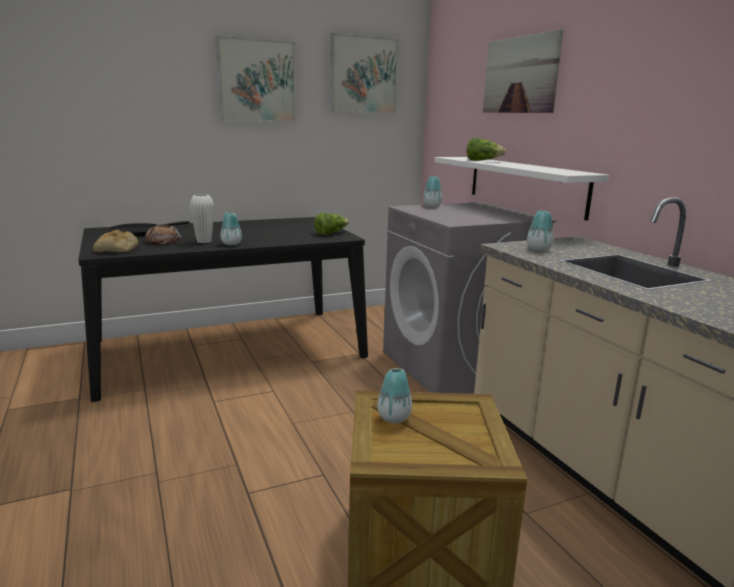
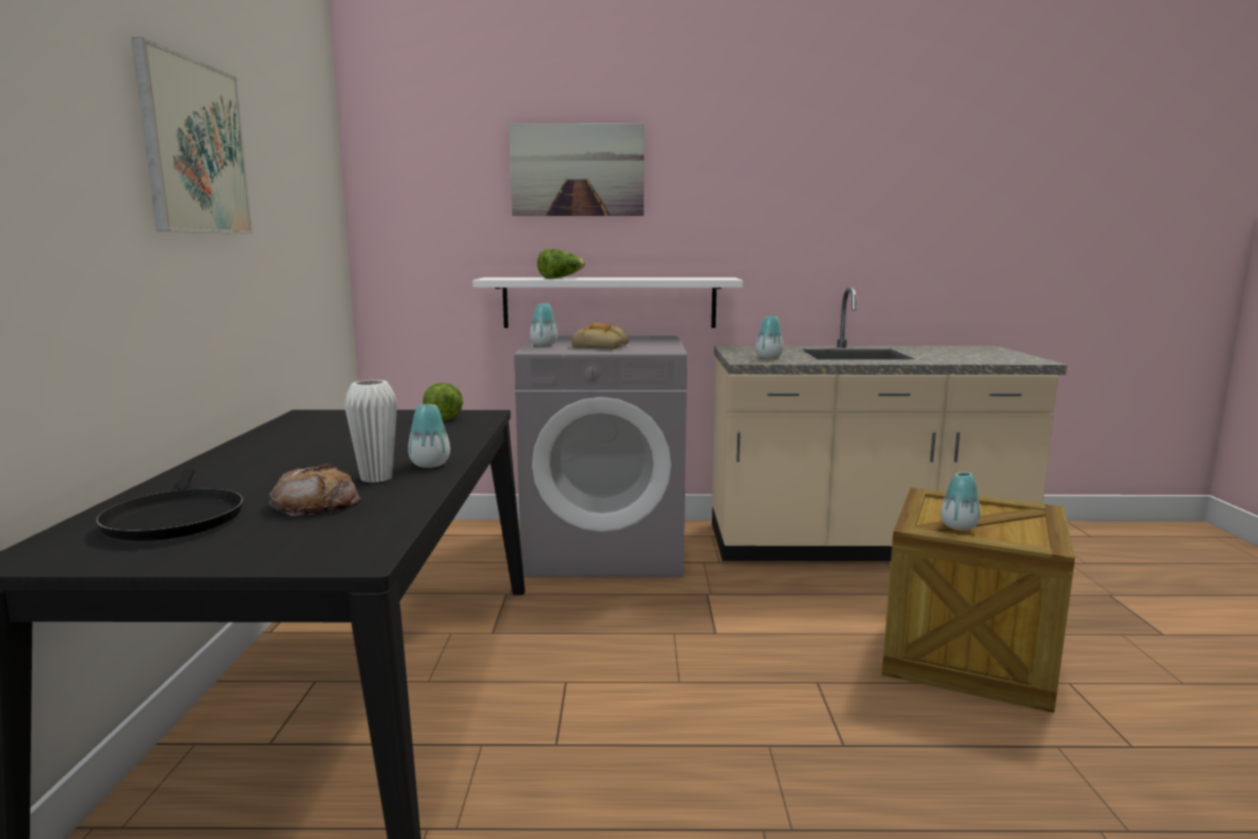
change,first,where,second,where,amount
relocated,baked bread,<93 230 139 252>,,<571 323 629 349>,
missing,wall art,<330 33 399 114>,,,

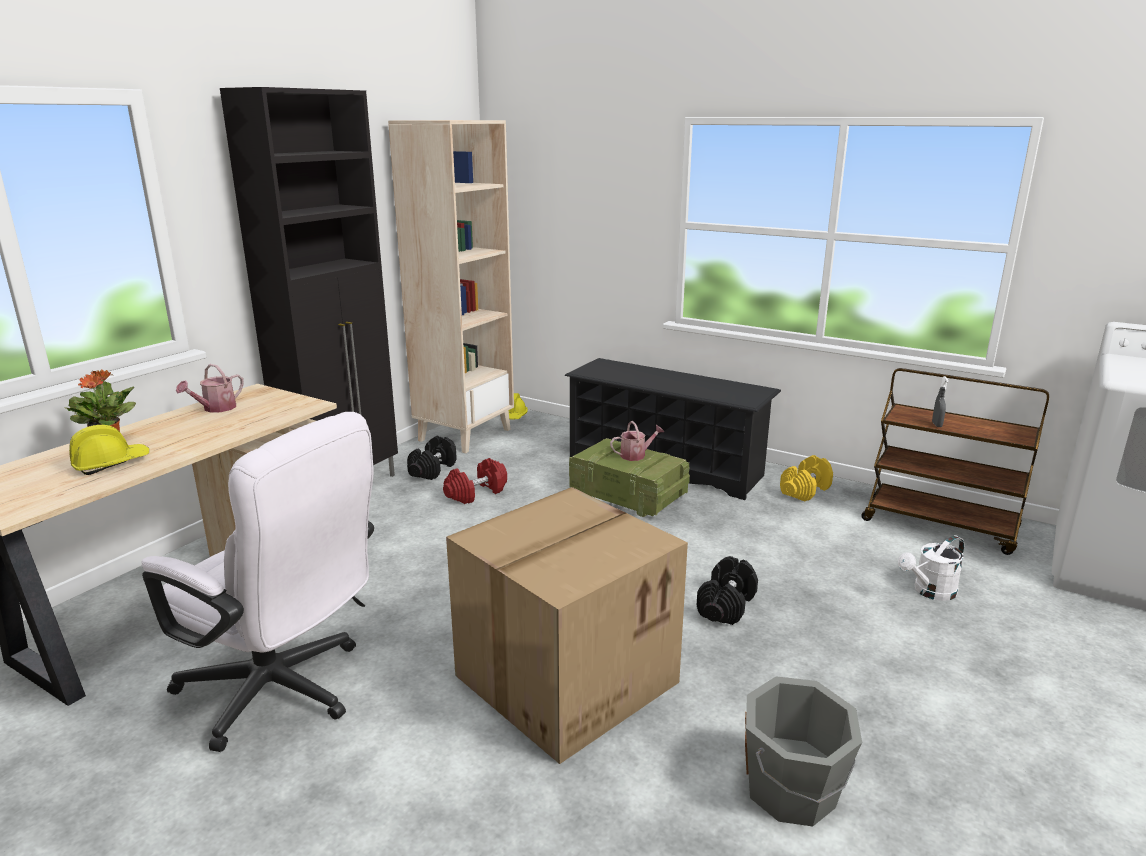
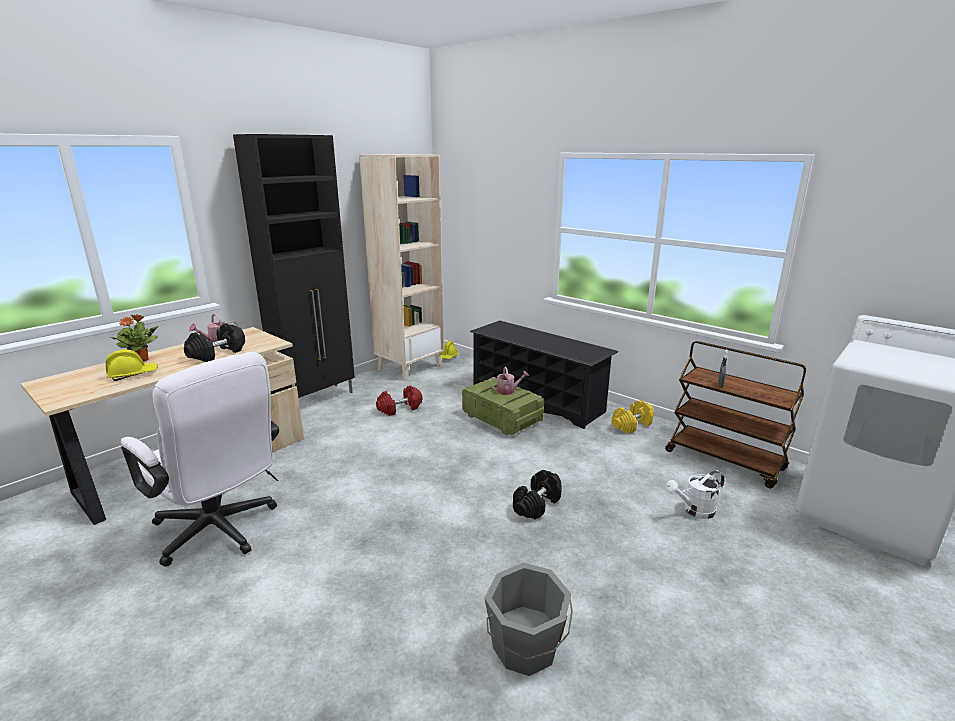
change,first,where,second,where,amount
relocated,blackish dumbbell,<407 436 457 480>,,<184 323 245 362>,
missing,carton,<446 487 688 764>,,,

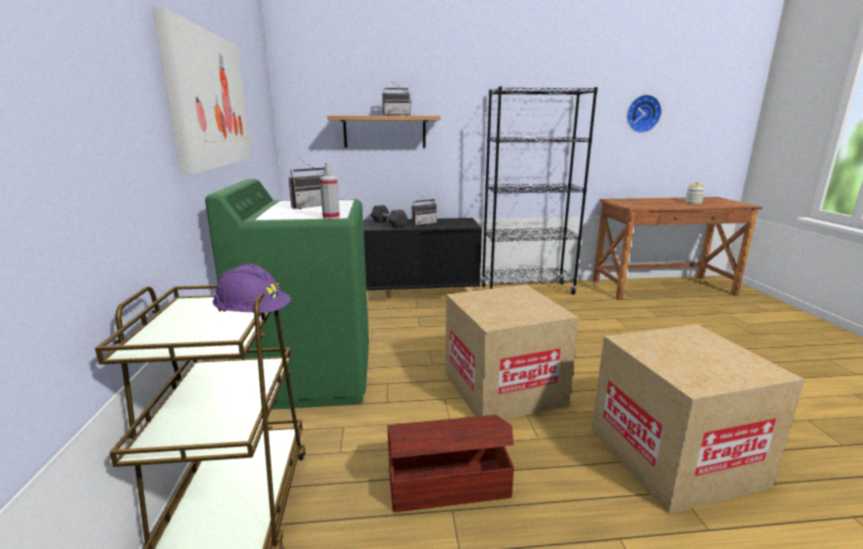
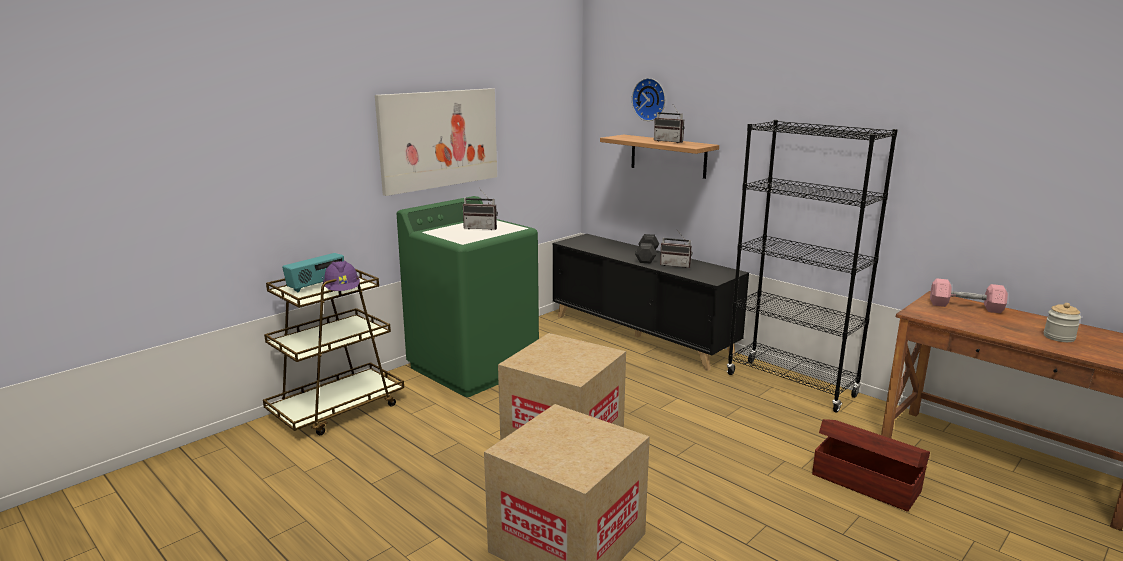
change,first,where,second,where,amount
appeared,,,radio,<282 253 344 292>,
relocated,clock on the wall,<627 95 661 133>,,<632 78 665 121>,
relocated,brown-coloured storage bin,<387 415 514 512>,,<812 419 930 512>,
appeared,,,pink dumbbell,<930 278 1008 313>,
missing,hand sprayer,<320 162 340 219>,,,

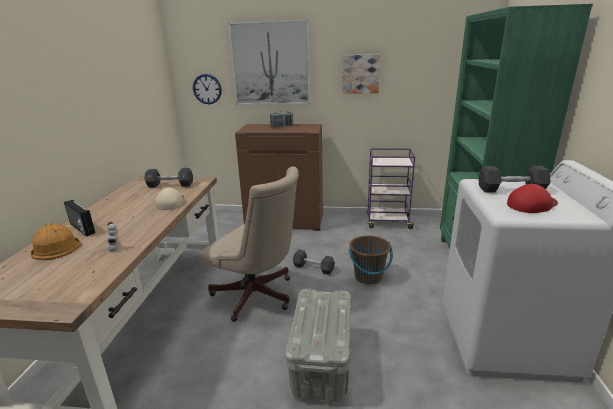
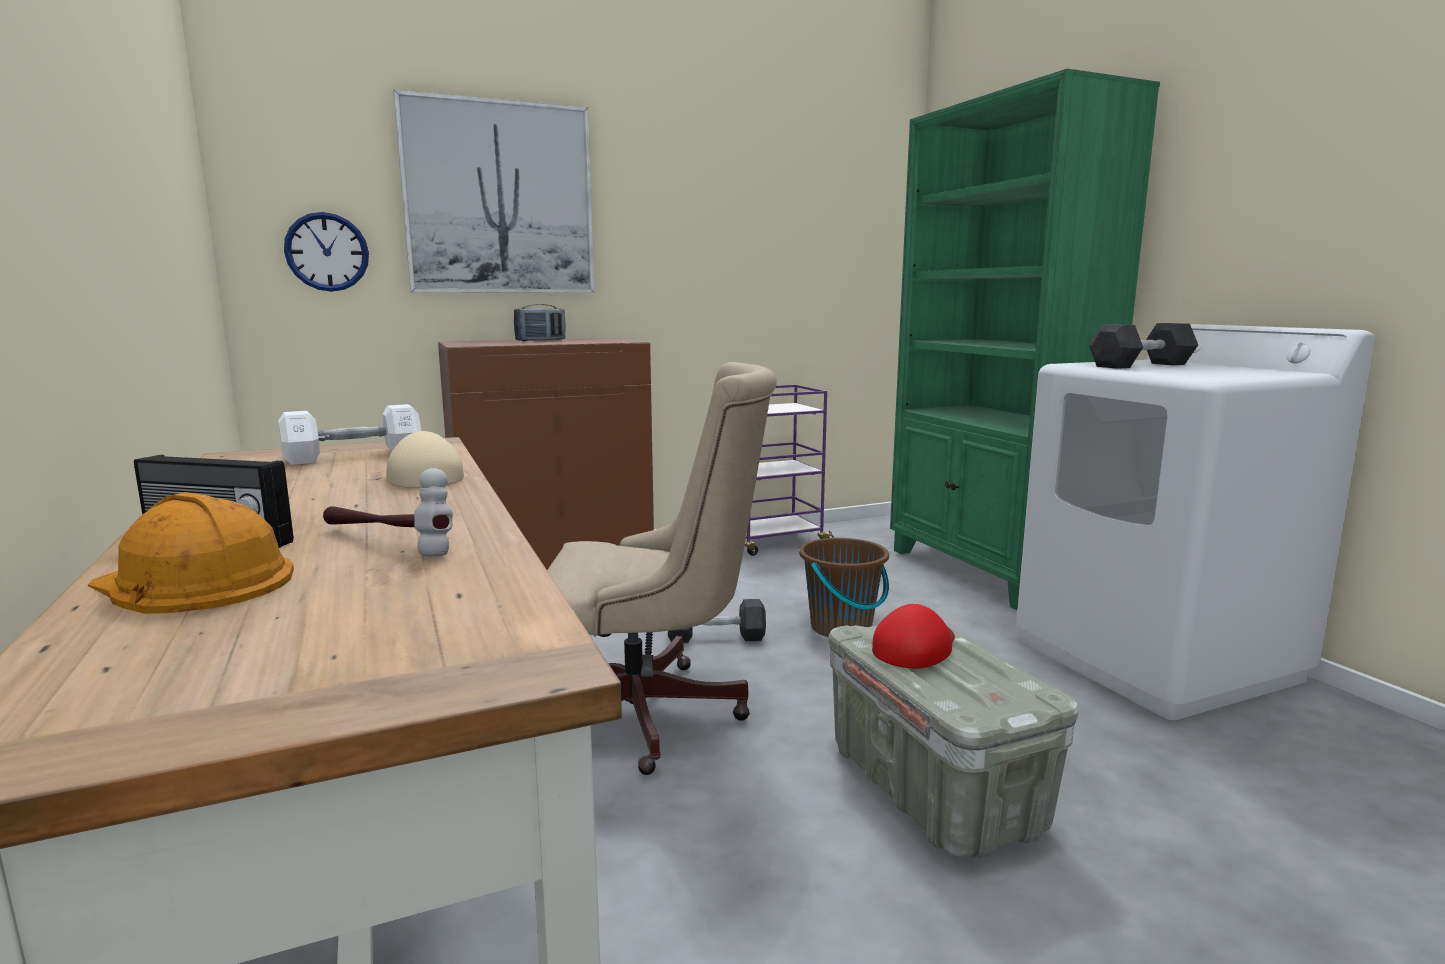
change,first,where,second,where,amount
colour,blackish dumbbell,<145 168 193 188>,white-coloured dumbbell,<278 404 422 465>,
relocated,red cap,<507 184 558 213>,,<872 604 955 668>,
missing,wall art,<342 54 380 94>,,,

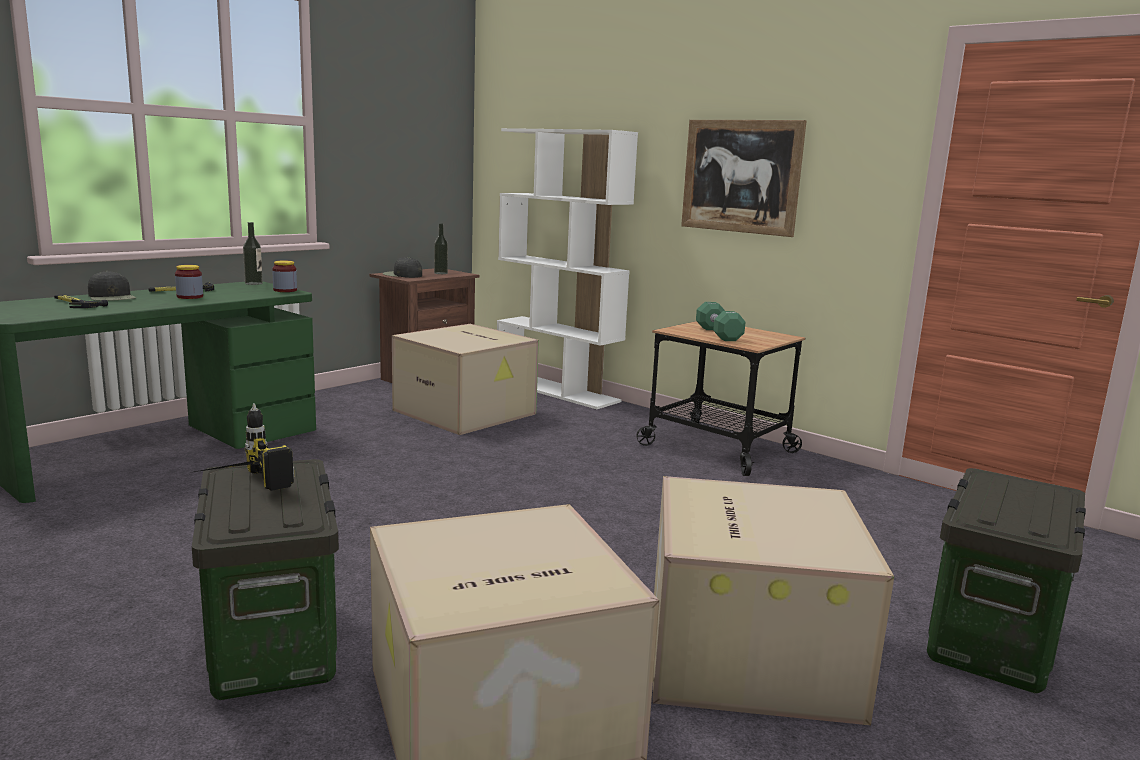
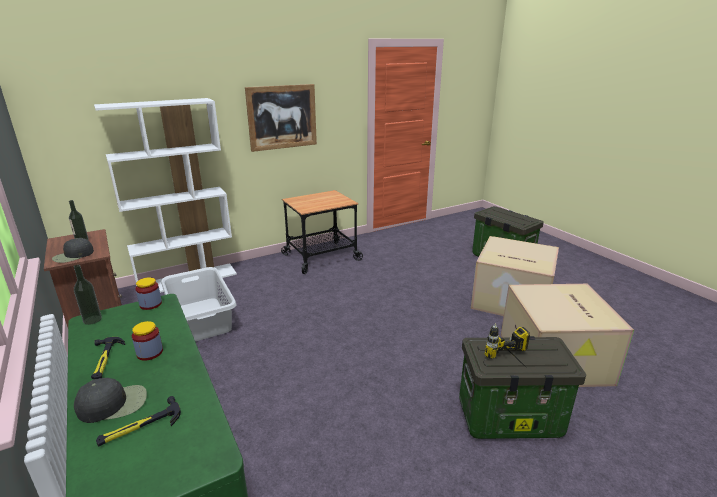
change,first,where,second,where,amount
exchanged,carton,<392 324 539 435>,gray washing basket,<161 267 236 342>,
missing,green-coloured dumbbell,<696 302 745 341>,,,

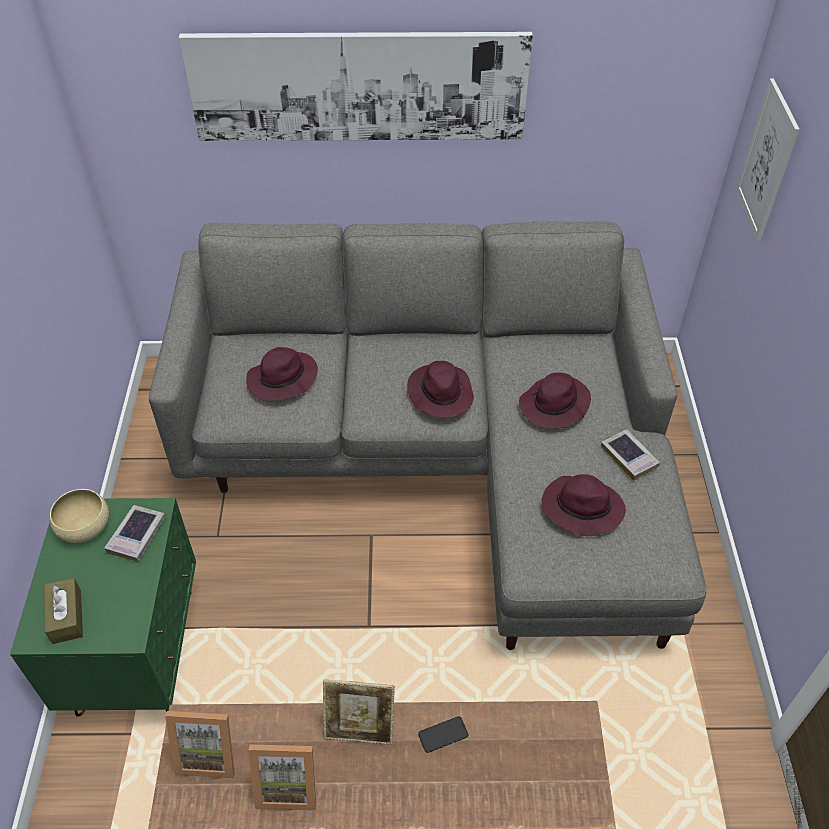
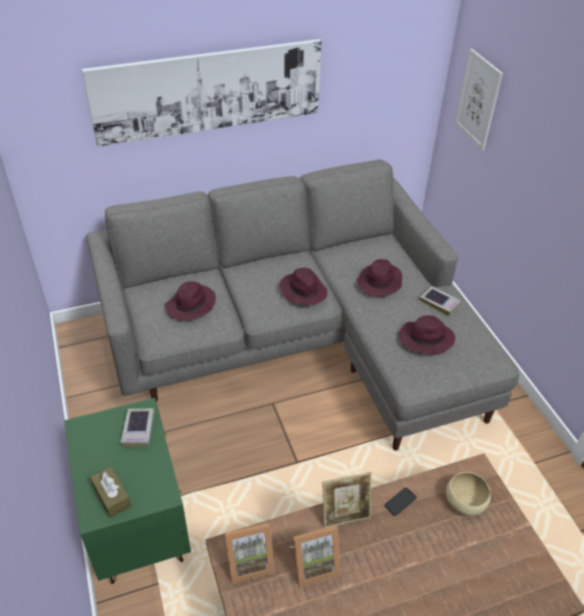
change,first,where,second,where,amount
relocated,beige-coloured bowl,<50 489 109 543>,,<446 472 491 516>,

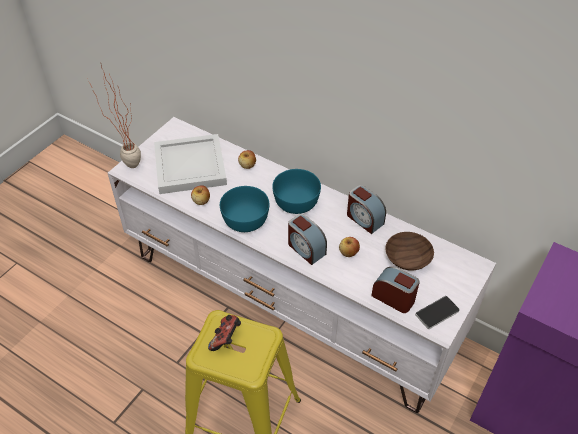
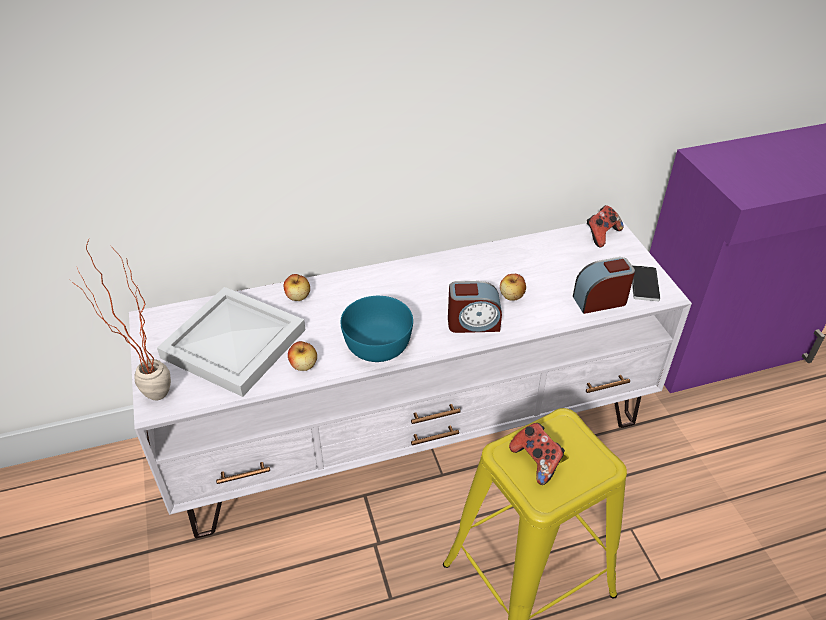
change,first,where,second,where,amount
appeared,,,gamepad,<587 205 624 247>,
missing,turquoise bowl,<272 169 321 214>,,,
missing,alarm clock,<347 185 386 234>,,,
missing,brown-coloured bowl,<385 232 434 270>,,,

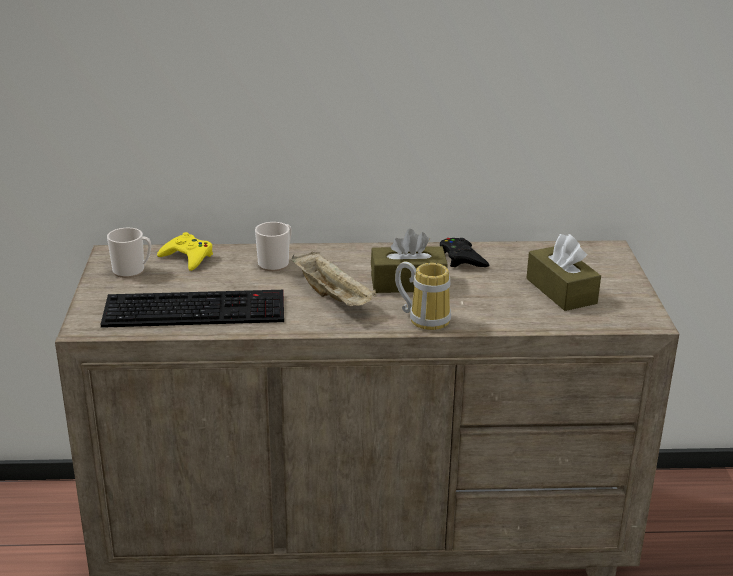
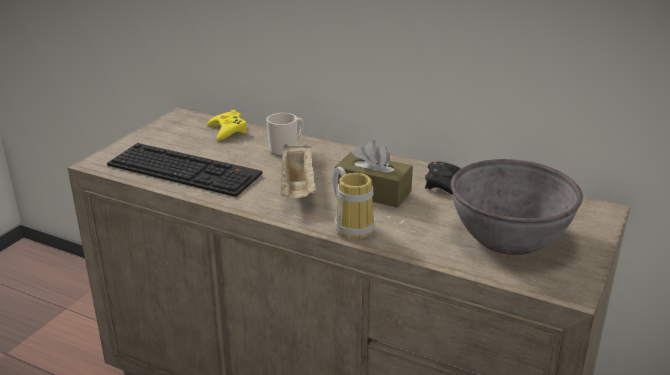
change,first,where,second,where,amount
exchanged,brown-coloured tissue holder,<526 234 601 311>,gray bowl,<451 159 583 255>,
missing,coffee mug,<107 228 151 278>,,,

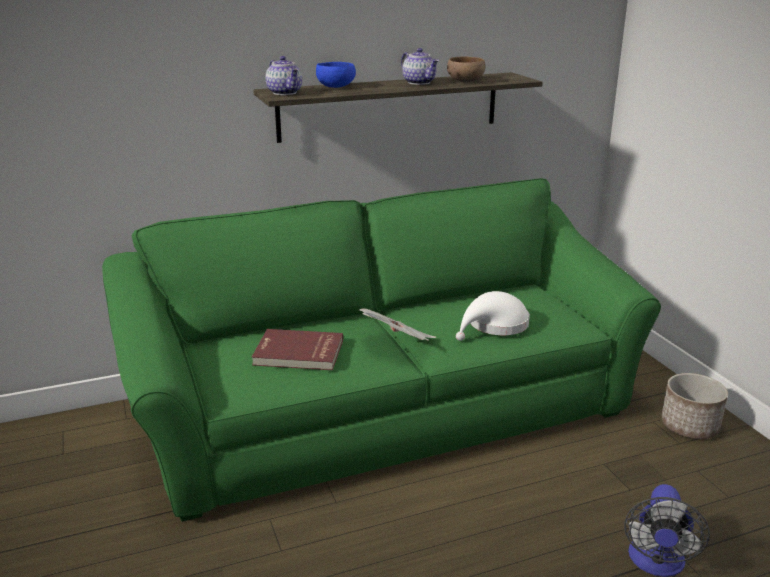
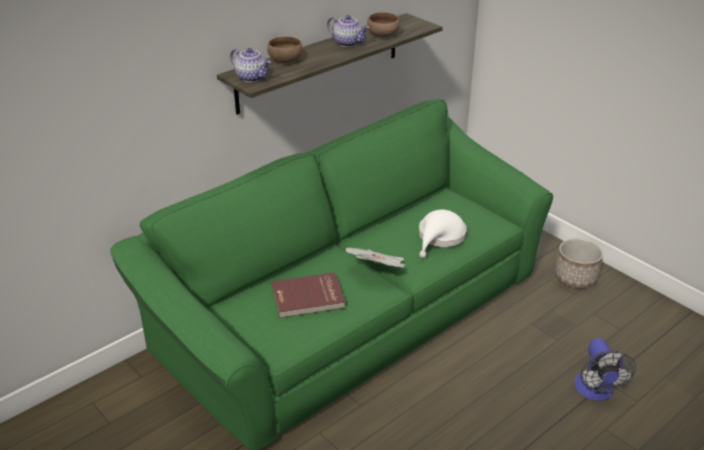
change,first,where,second,where,amount
colour,blue-coloured bowl,<316 62 356 88>,brown-coloured bowl,<267 36 303 63>,

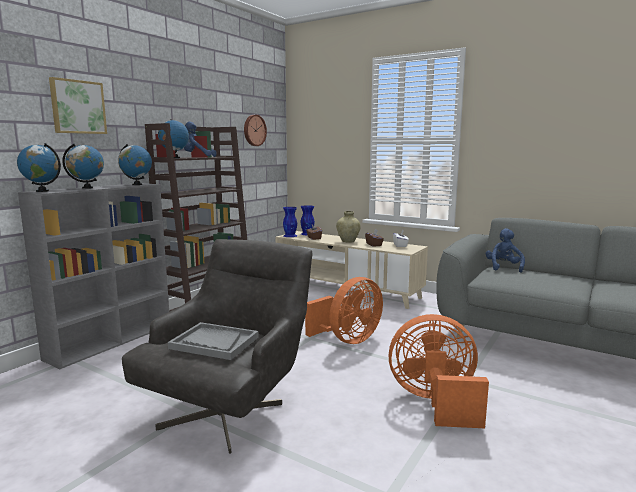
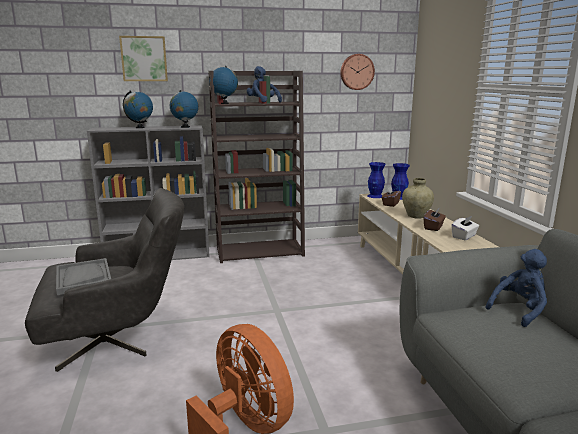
change,first,where,second,where,amount
missing,globe,<17 143 61 192>,,,
missing,orange-coloured fan,<305 277 383 344>,,,

